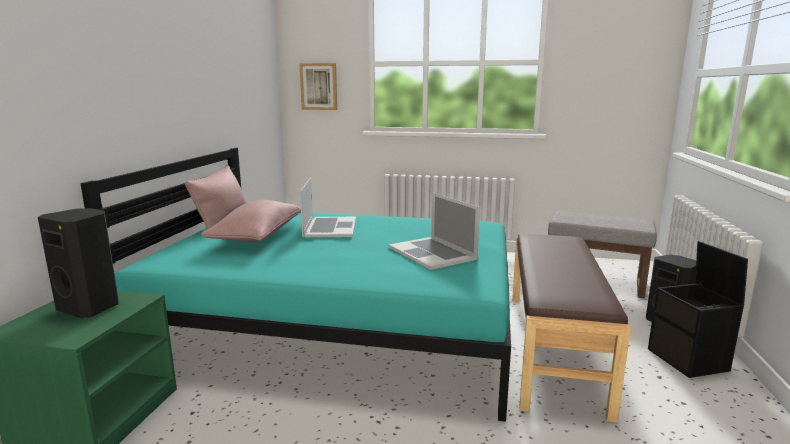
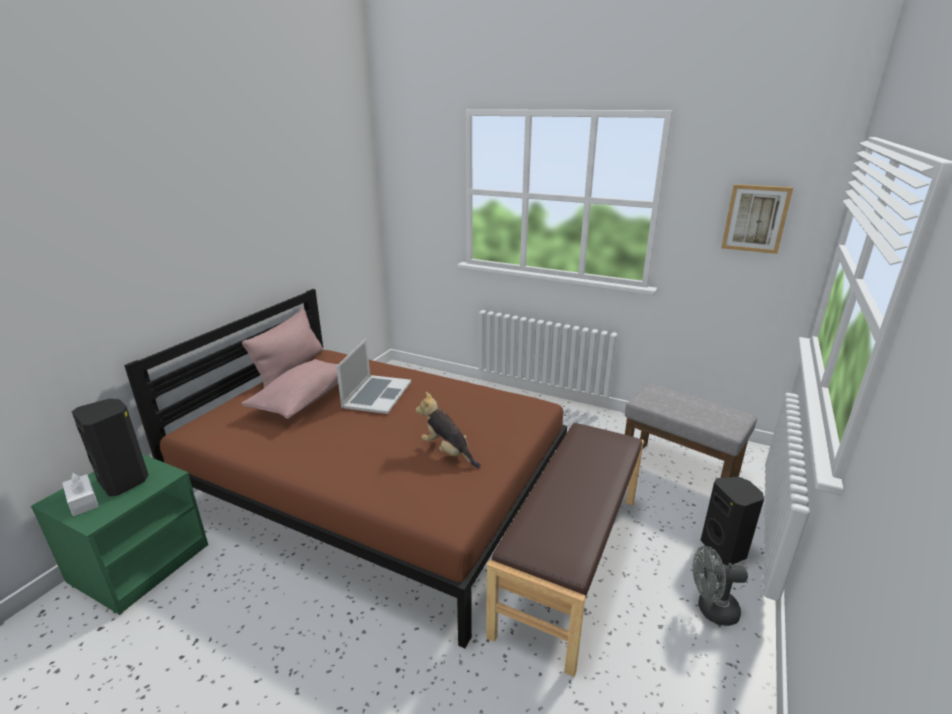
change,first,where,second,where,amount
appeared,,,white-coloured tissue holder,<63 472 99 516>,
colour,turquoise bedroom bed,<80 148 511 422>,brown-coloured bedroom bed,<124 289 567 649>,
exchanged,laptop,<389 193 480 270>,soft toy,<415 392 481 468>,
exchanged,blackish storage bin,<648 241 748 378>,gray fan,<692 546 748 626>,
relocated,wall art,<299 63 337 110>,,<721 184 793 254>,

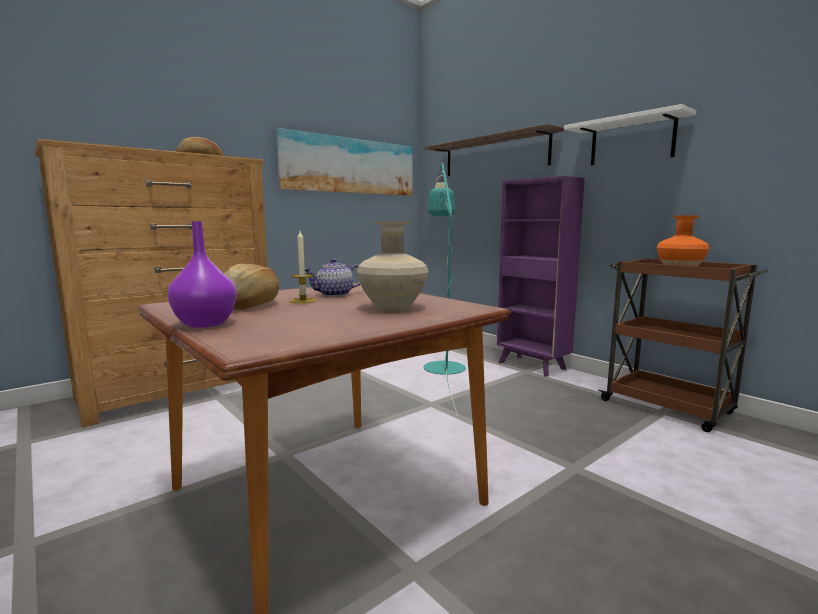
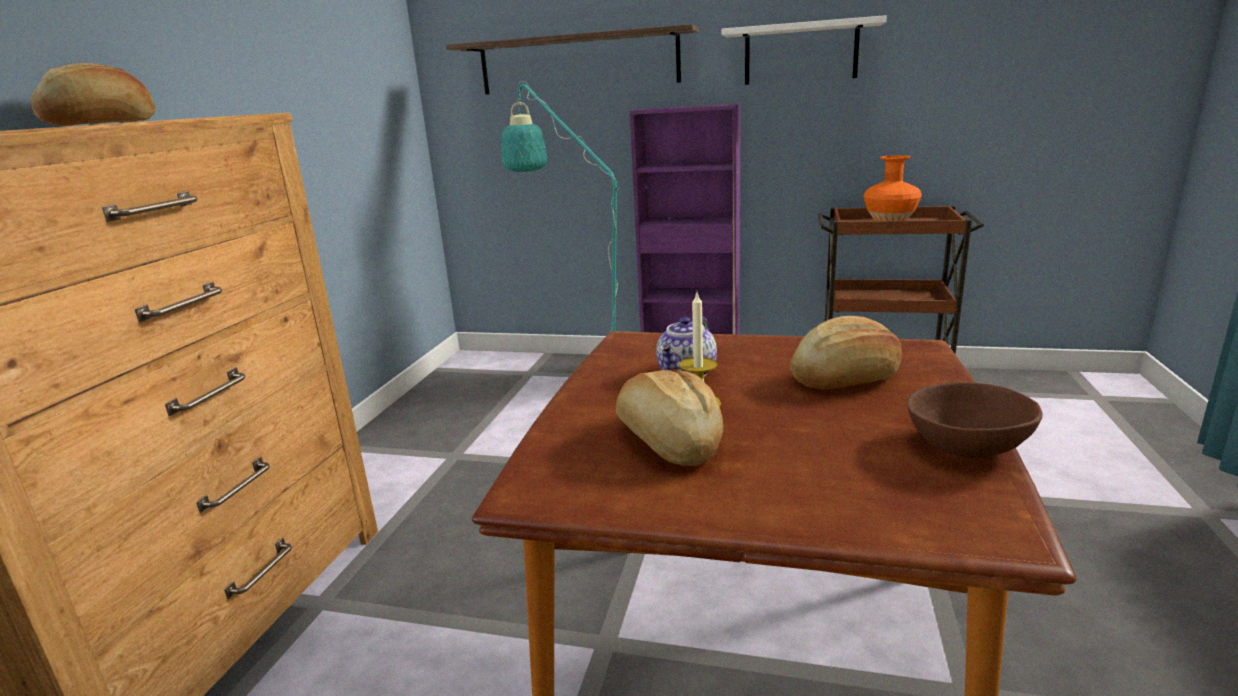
change,first,where,second,where,amount
exchanged,beige-coloured flower vase,<357 221 429 311>,baked bread,<790 316 902 389>,
appeared,,,brown-coloured bowl,<907 382 1043 458>,
missing,purple-coloured flower vase,<168 221 237 328>,,,
missing,wall art,<276 128 412 196>,,,

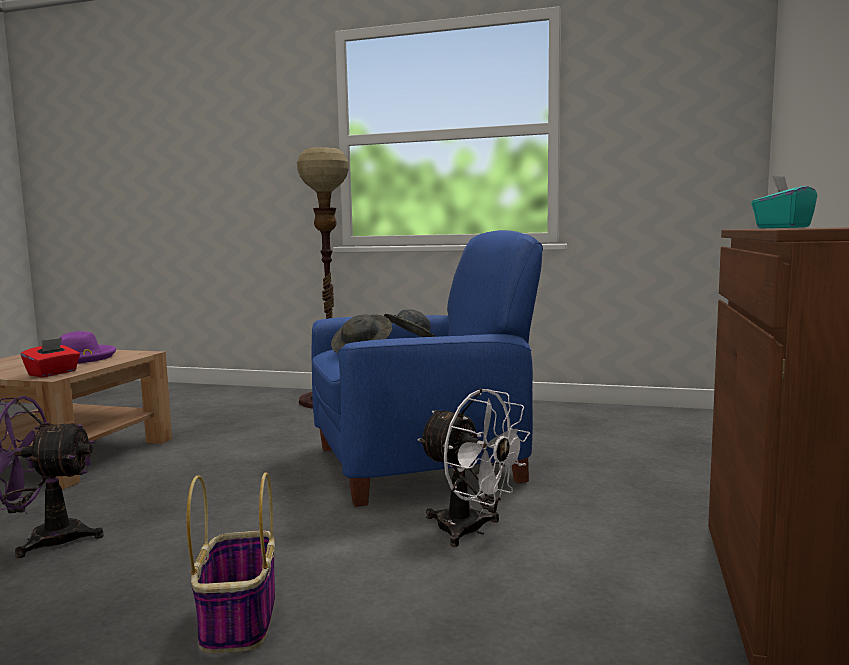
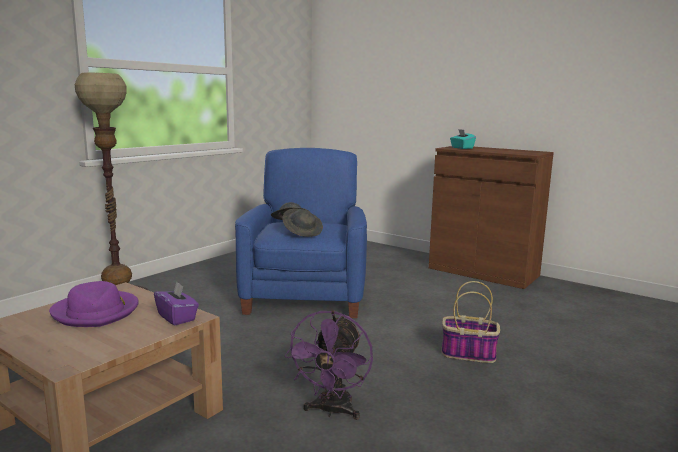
change,first,where,second,where,amount
colour,red tissue holder,<21 338 80 377>,purple-coloured tissue holder,<154 281 199 325>,
missing,white-coloured fan,<417 389 530 547>,,,

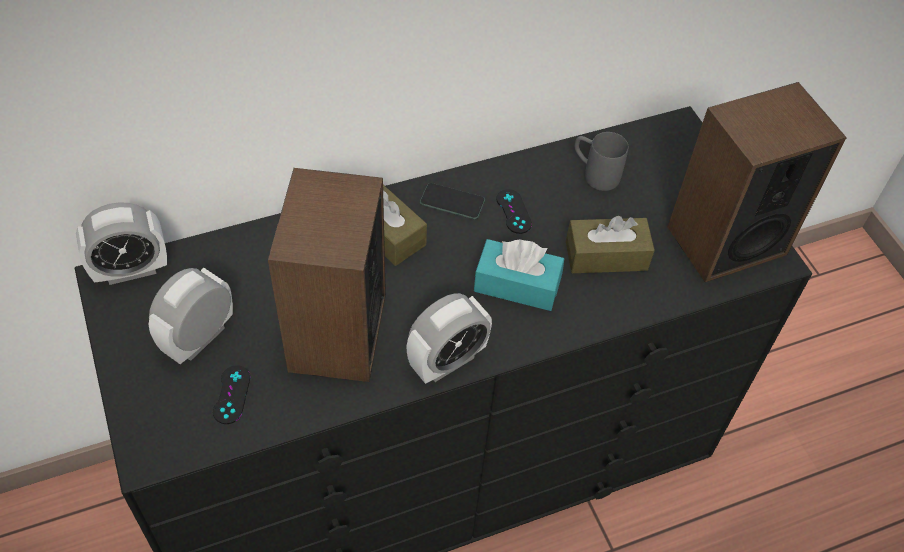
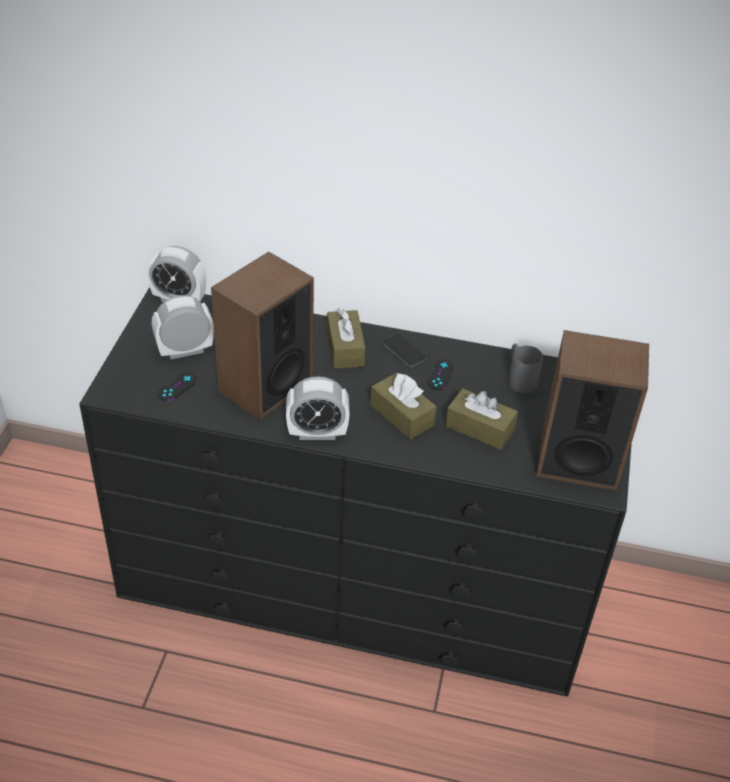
change,first,where,second,where,amount
colour,turquoise tissue holder,<474 239 564 311>,brown-coloured tissue holder,<370 373 437 439>,

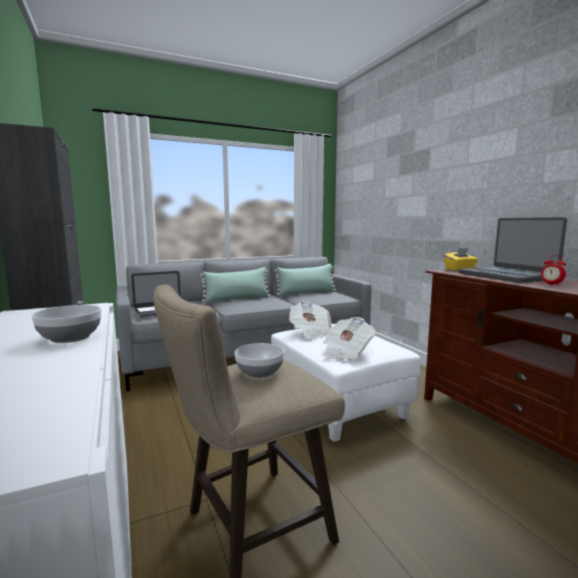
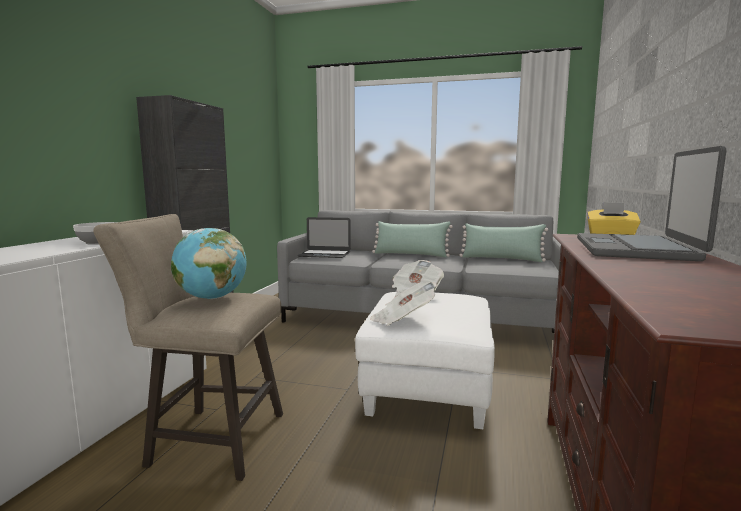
change,first,where,second,where,amount
exchanged,bowl,<235 343 284 378>,globe,<171 228 247 299>,
missing,alarm clock,<541 256 566 286>,,,

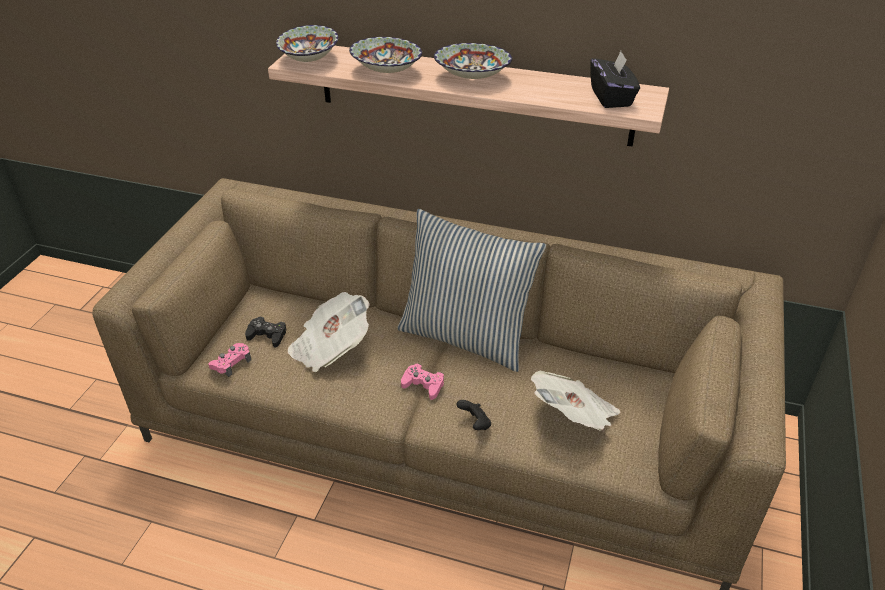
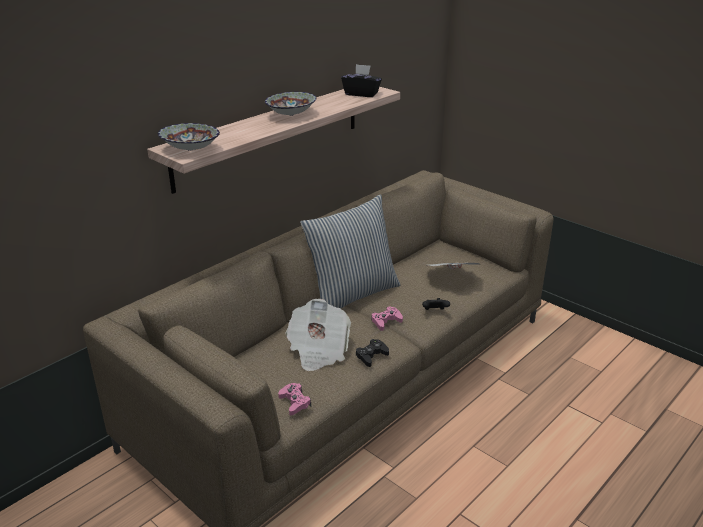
change,first,where,second,where,amount
relocated,blackish gamepad,<245 317 286 348>,,<356 339 389 367>,
missing,bowl,<349 37 422 73>,,,

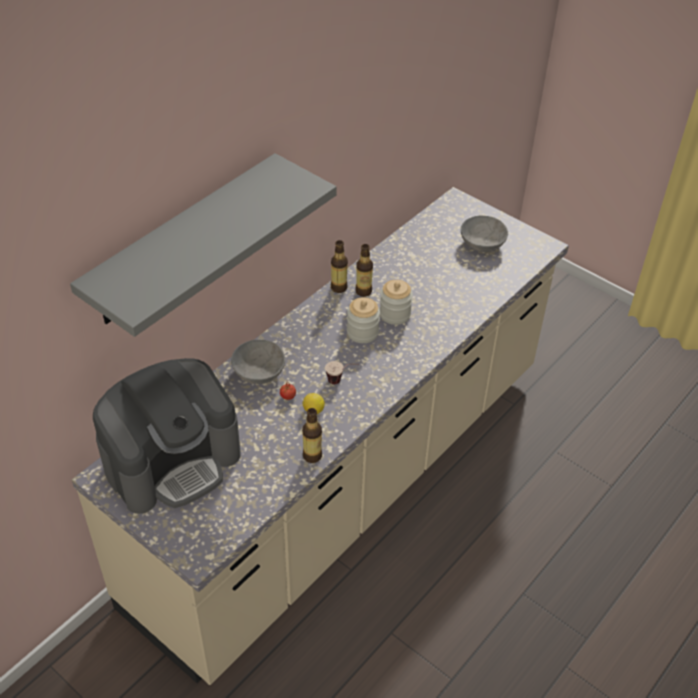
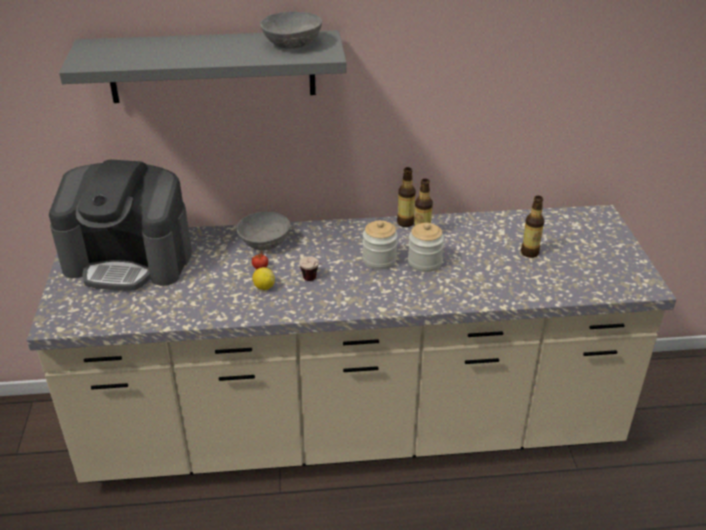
change,first,where,second,where,amount
relocated,gray bowl,<461 216 508 252>,,<260 12 322 49>,
relocated,beverage bottle,<302 408 322 463>,,<521 196 544 258>,

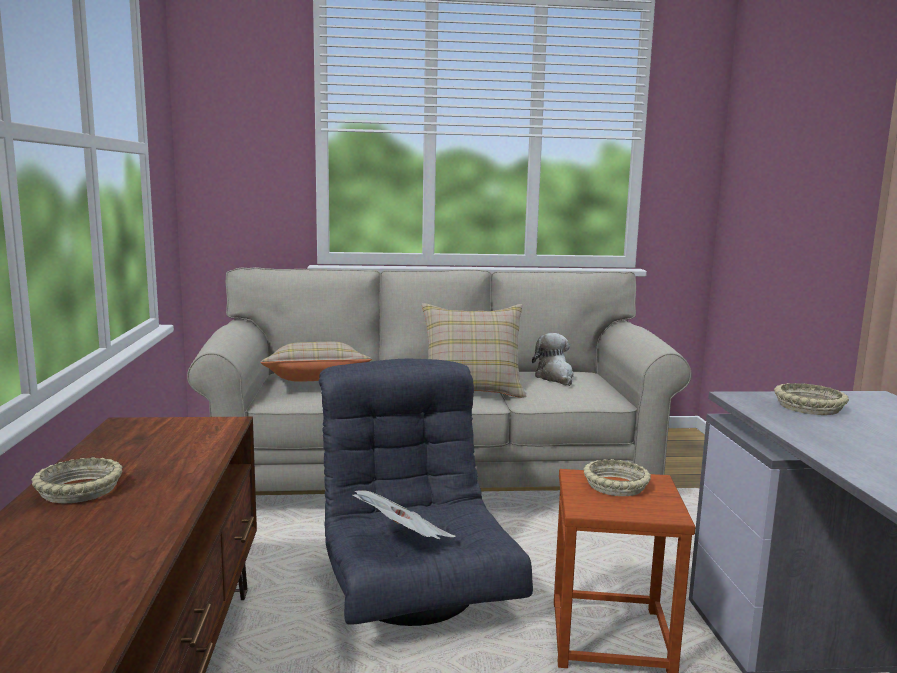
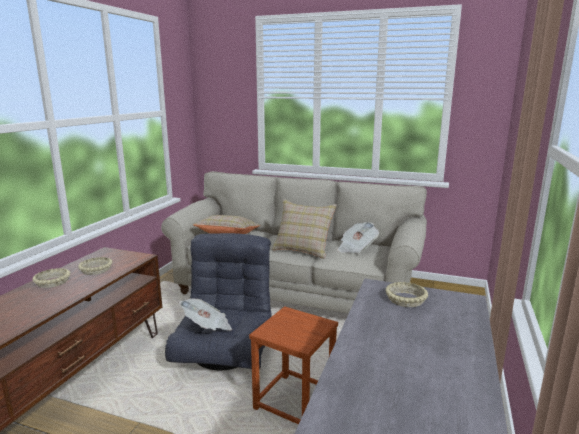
change,first,where,second,where,amount
relocated,beige-coloured bowl,<583 459 651 496>,,<78 257 112 275>,
exchanged,soft toy,<532 333 573 386>,daily paper,<337 222 379 254>,

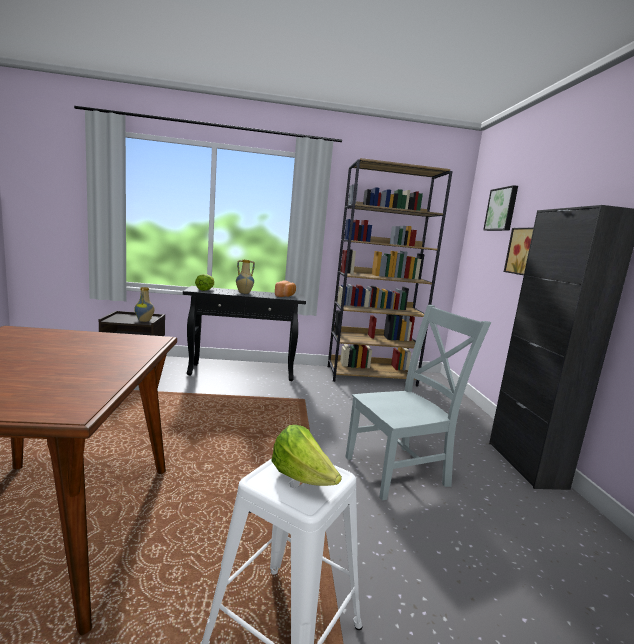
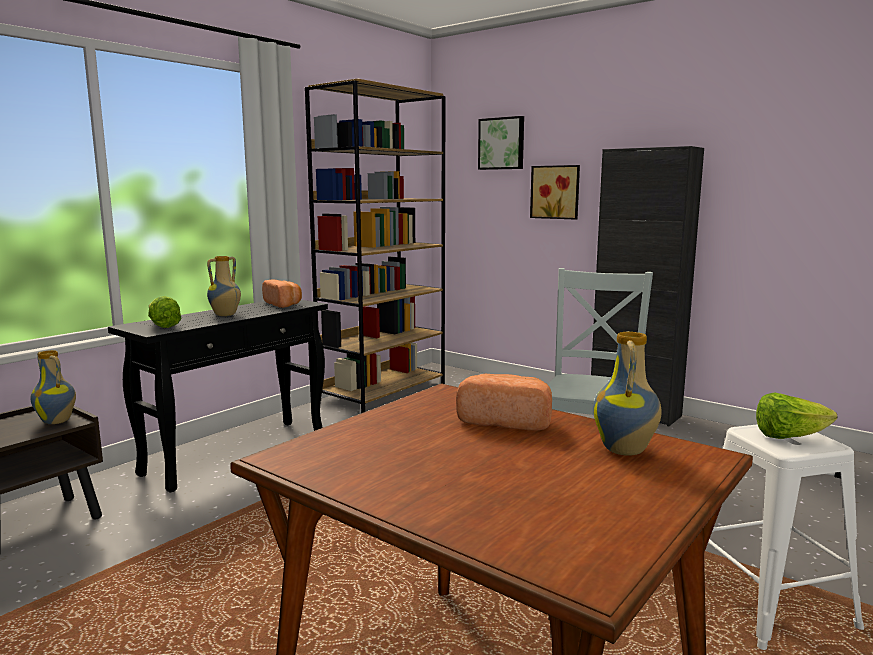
change,first,where,second,where,amount
appeared,,,baked bread,<456 374 552 431>,
appeared,,,flower vase,<593 331 662 456>,

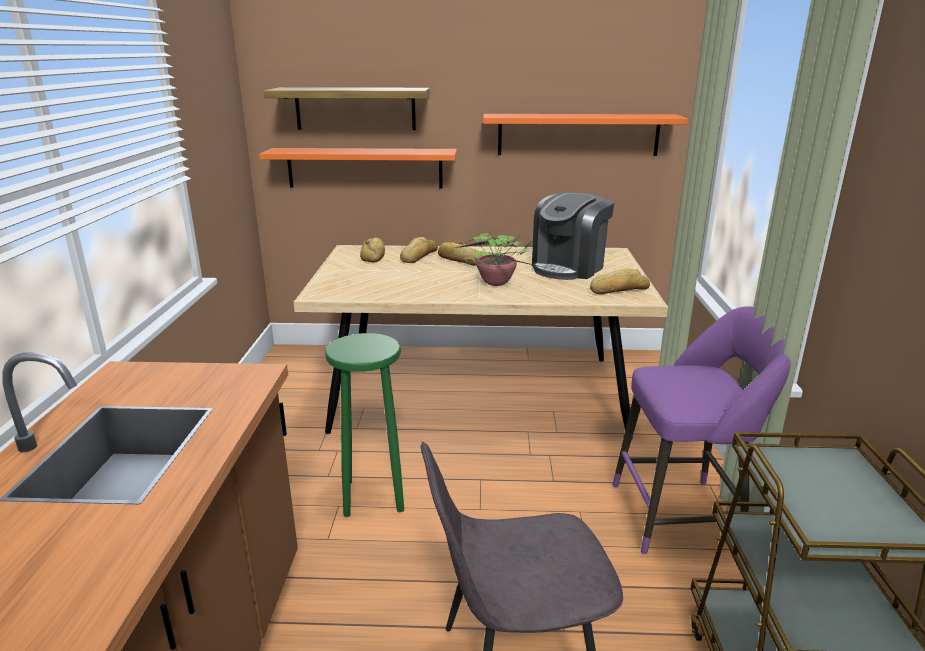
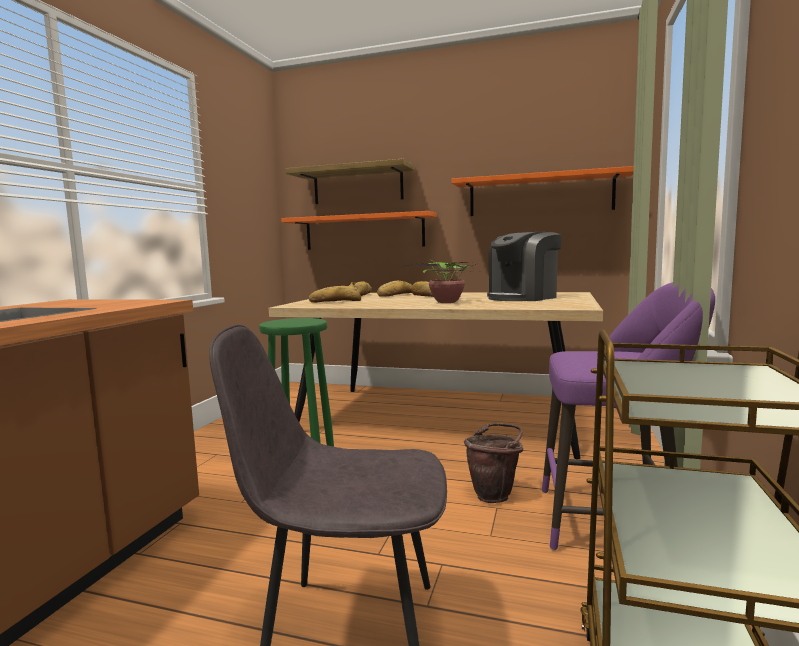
change,first,where,second,where,amount
relocated,baked bread,<590 269 650 294>,,<309 286 361 303>,
appeared,,,brown-coloured bucket,<464 423 523 503>,

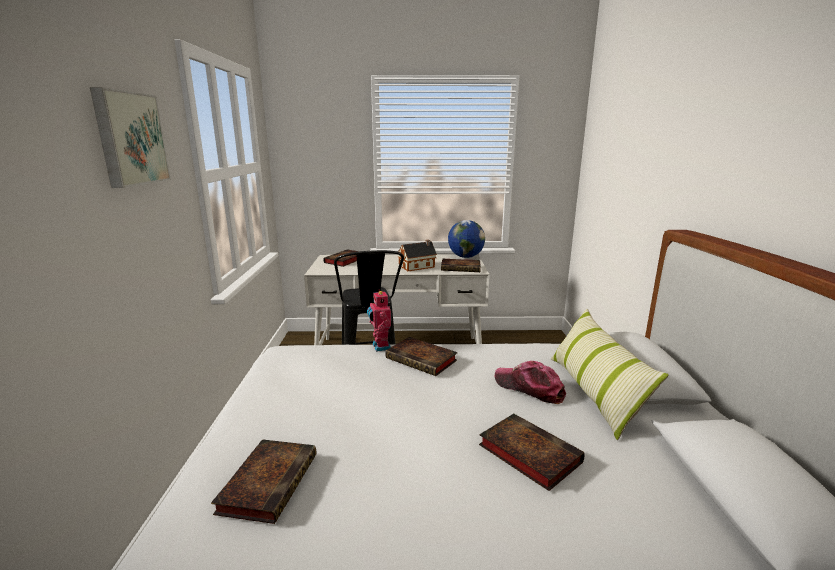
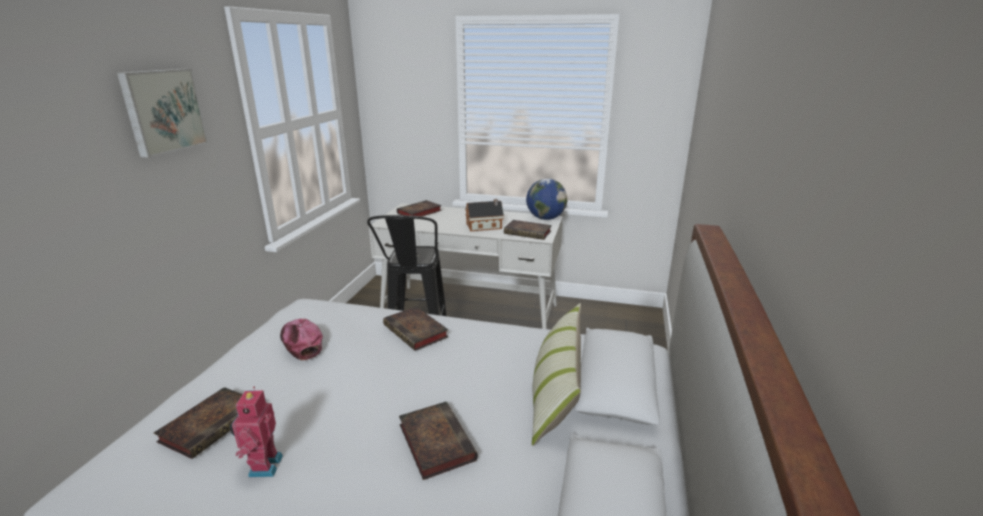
change,first,where,second,where,amount
relocated,model robot,<367 291 391 352>,,<230 387 283 477>,
relocated,cap,<495 361 566 404>,,<280 319 323 361>,

